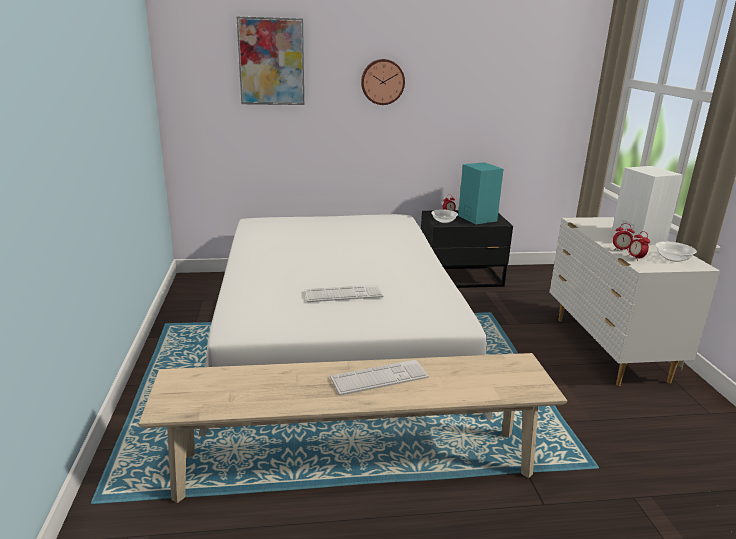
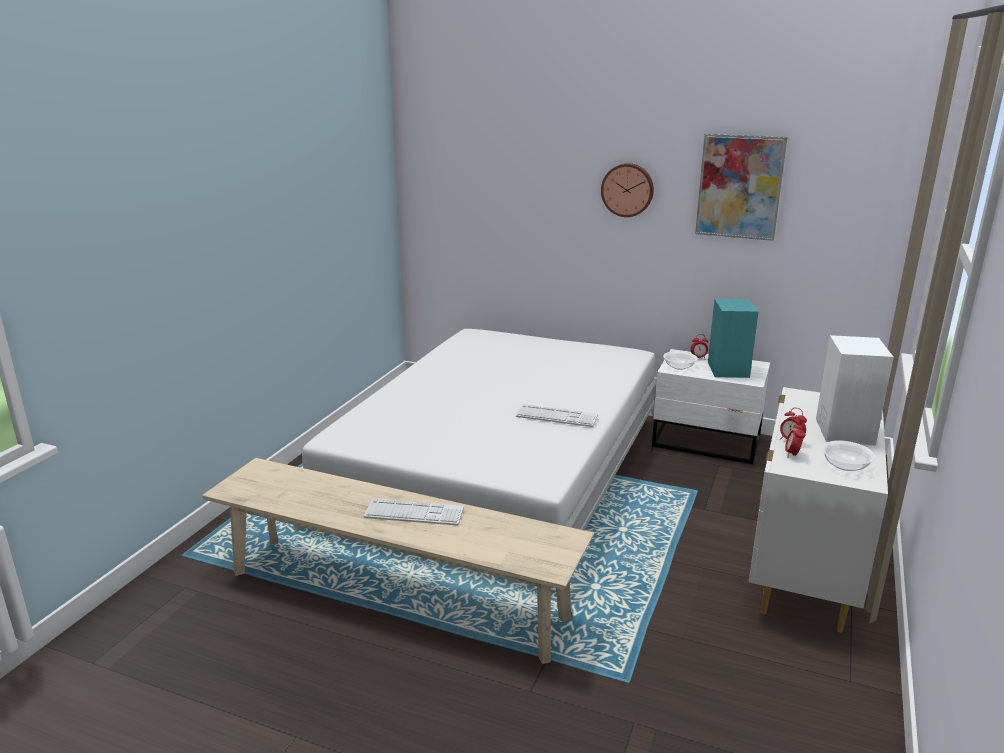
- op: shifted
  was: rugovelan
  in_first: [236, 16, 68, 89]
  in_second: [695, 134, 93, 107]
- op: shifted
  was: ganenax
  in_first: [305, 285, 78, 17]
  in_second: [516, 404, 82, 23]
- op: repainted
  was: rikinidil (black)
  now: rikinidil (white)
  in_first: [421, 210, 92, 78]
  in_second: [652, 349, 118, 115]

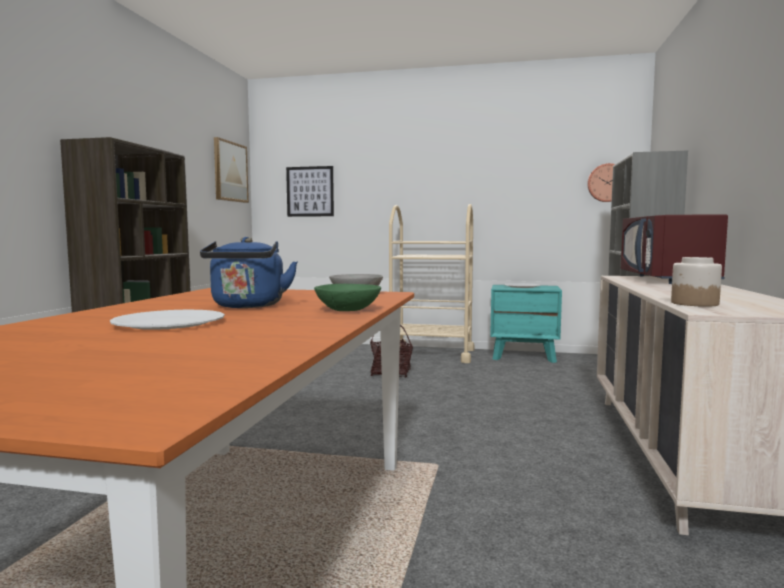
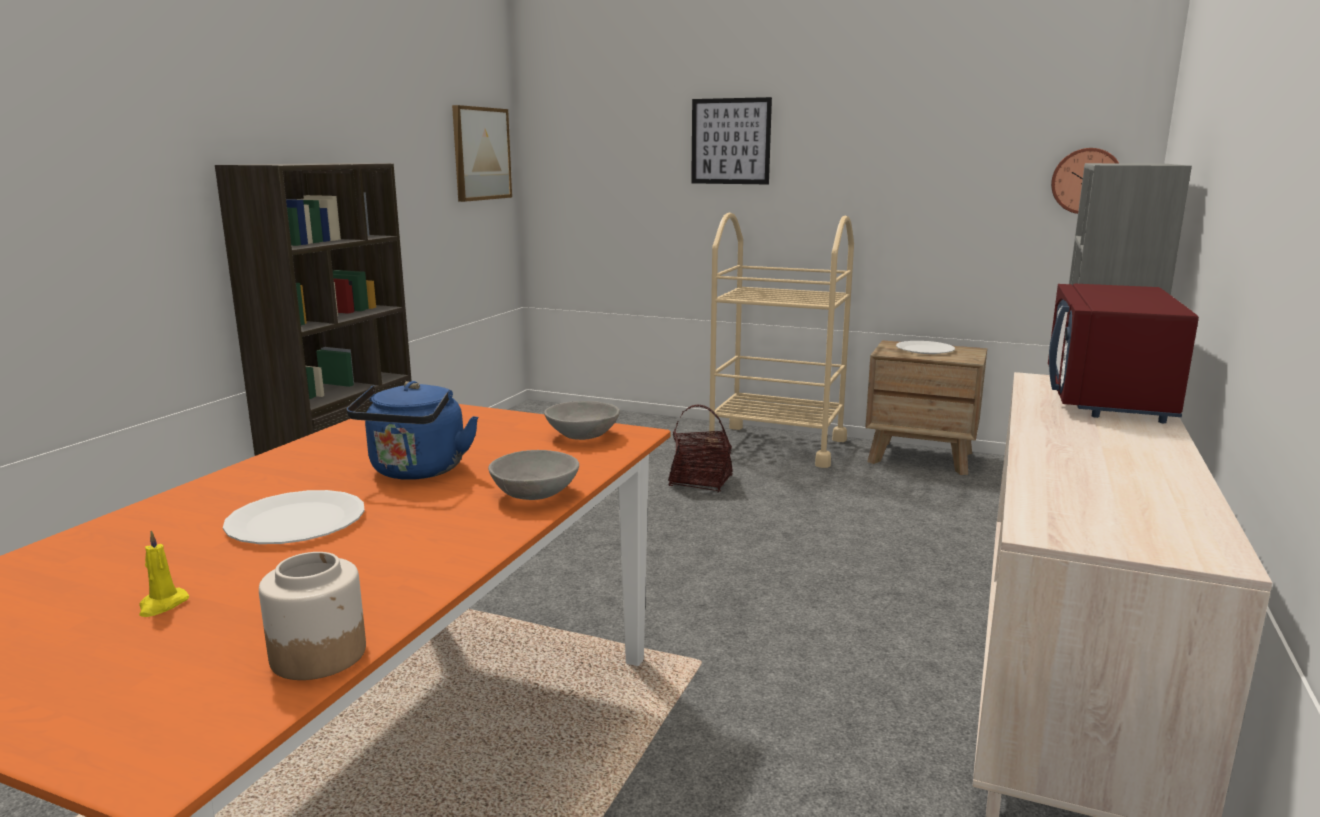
- op: shifted
  was: rugovelan
  in_first: [286, 166, 48, 51]
  in_second: [691, 97, 81, 87]
- op: repainted
  was: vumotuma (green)
  now: vumotuma (grey)
  in_first: [314, 284, 67, 27]
  in_second: [488, 450, 91, 50]
- op: repainted
  was: rikinidil (turquoise)
  now: rikinidil (brown)
  in_first: [490, 285, 72, 78]
  in_second: [865, 340, 122, 135]
- op: shifted
  was: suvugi
  in_first: [671, 257, 51, 50]
  in_second: [259, 552, 107, 128]
- op: new
  now: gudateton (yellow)
  in_second: [139, 531, 50, 86]

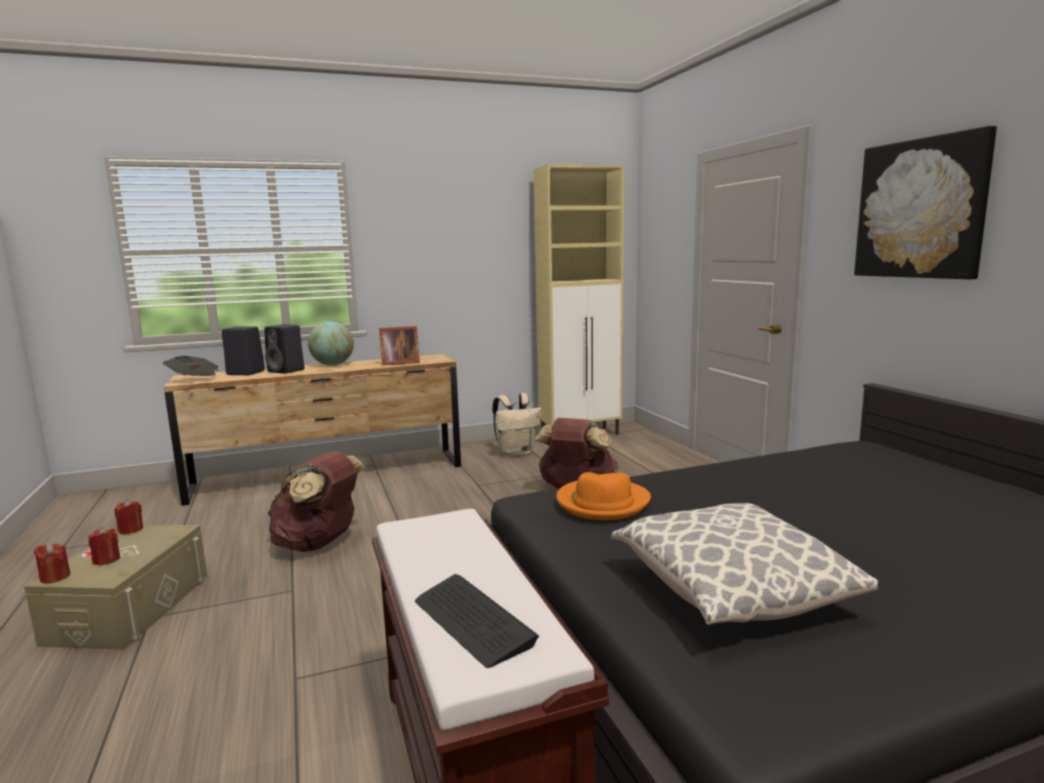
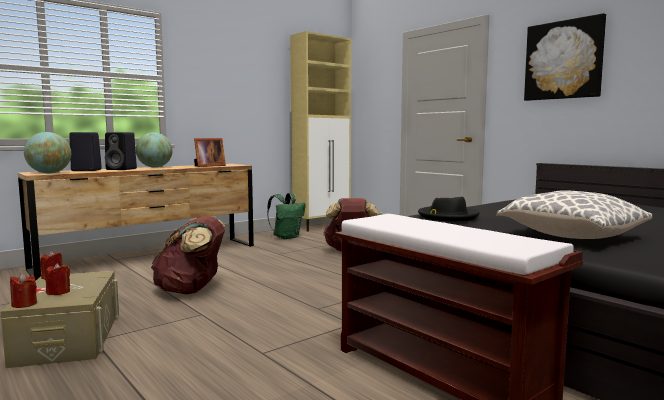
- op: swapped
  was: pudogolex
  now: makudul
  in_first: [162, 356, 57, 20]
  in_second: [24, 132, 47, 41]
- op: gone
  was: ganenax
  in_first: [415, 574, 124, 94]
- op: repainted
  was: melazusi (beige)
  now: melazusi (green)
  in_first: [493, 393, 48, 64]
  in_second: [267, 193, 39, 46]
- op: repainted
  was: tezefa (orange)
  now: tezefa (black)
  in_first: [556, 472, 95, 48]
  in_second: [418, 197, 62, 24]

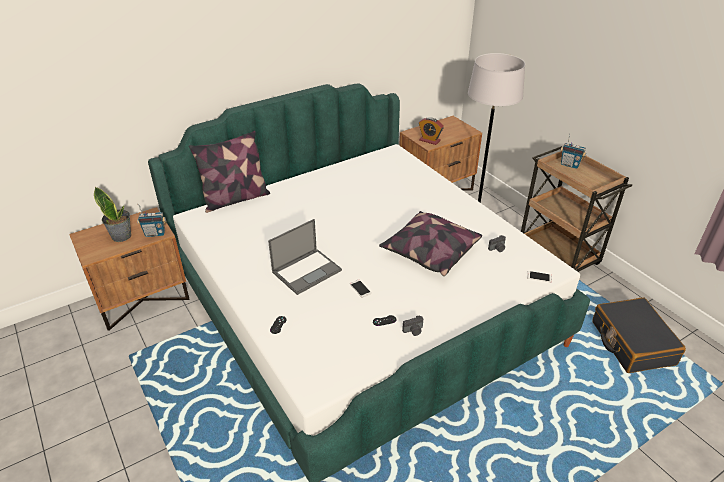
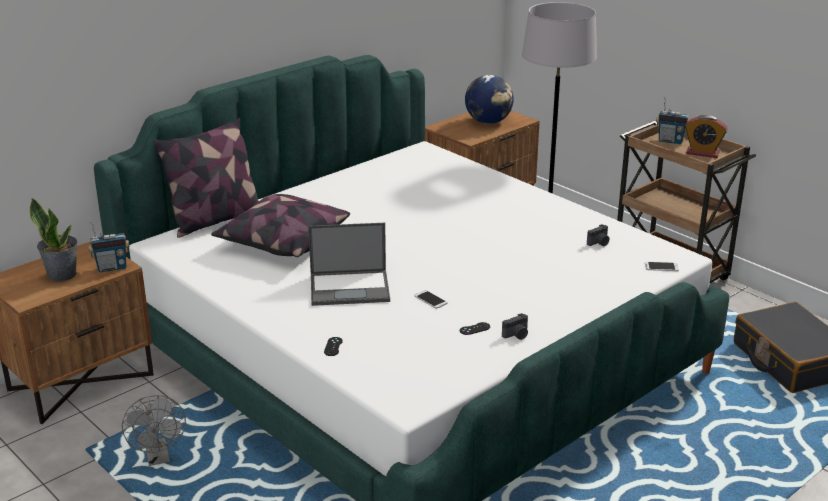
- op: rotated
  was: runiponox
  in_first: [268, 219, 74, 76]
  in_second: [308, 223, 82, 83]
  clockwise: 45
- op: shifted
  was: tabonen
  in_first: [379, 211, 103, 65]
  in_second: [211, 194, 139, 63]
- op: shifted
  was: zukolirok
  in_first: [419, 117, 25, 28]
  in_second: [685, 115, 43, 43]
- op: new
  now: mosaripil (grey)
  in_second: [122, 395, 64, 71]
- op: new
  now: makudul
  in_second: [465, 75, 49, 49]

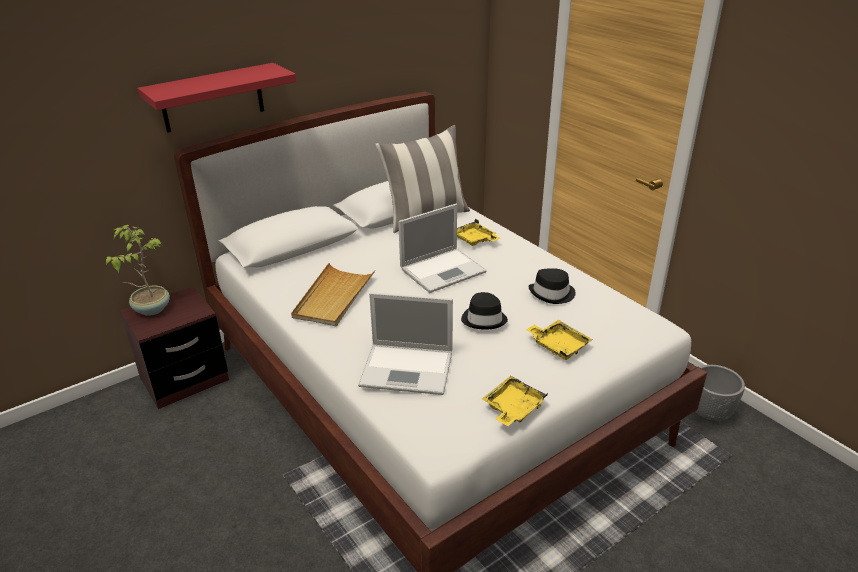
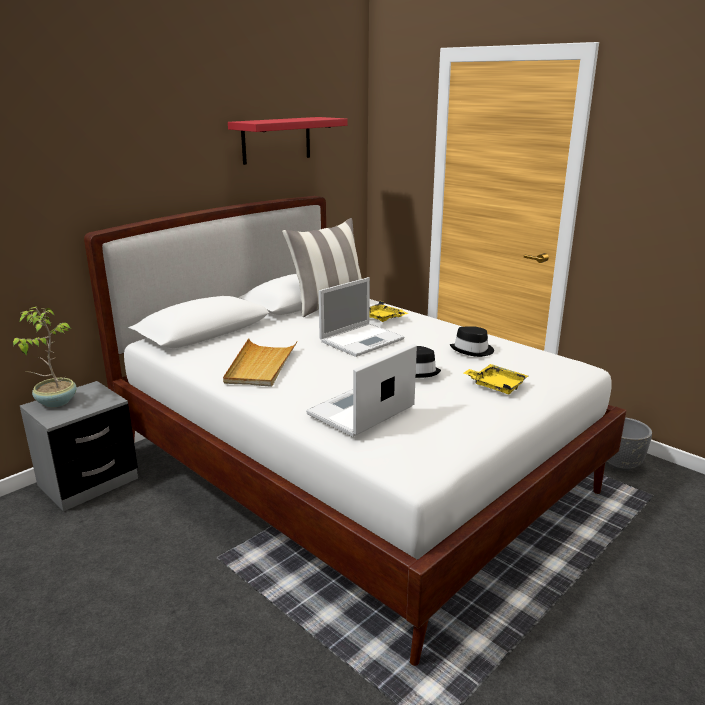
- op: repainted
  was: rikinidil (brown)
  now: rikinidil (grey)
  in_first: [120, 286, 109, 123]
  in_second: [20, 381, 118, 130]
- op: shifted
  was: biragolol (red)
  in_first: [137, 63, 159, 70]
  in_second: [228, 117, 120, 48]
- op: rotated
  was: runiponox
  in_first: [358, 292, 95, 103]
  in_second: [306, 344, 111, 93]
  clockwise: 135
- op: gone
  was: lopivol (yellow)
  in_first: [482, 376, 66, 50]

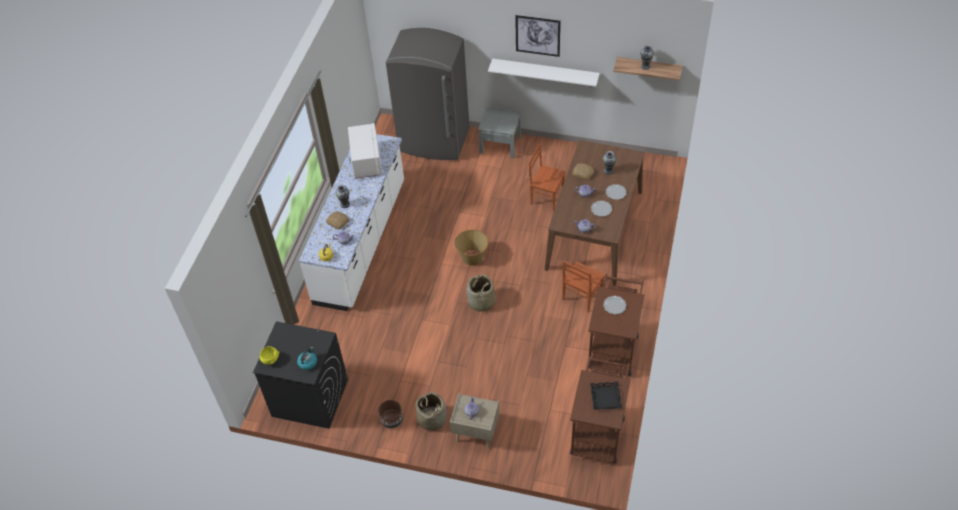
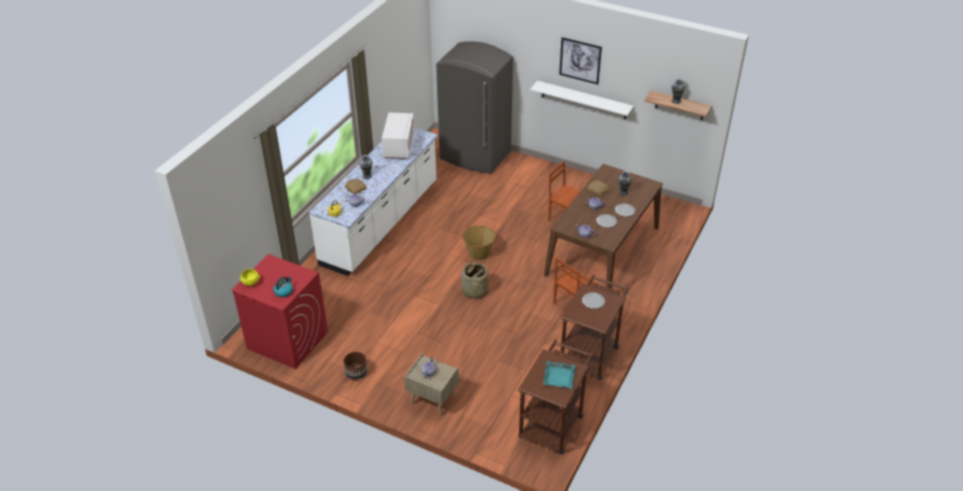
- op: repainted
  was: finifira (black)
  now: finifira (red)
  in_first: [253, 321, 95, 108]
  in_second: [231, 254, 97, 115]
- op: gone
  was: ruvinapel
  in_first: [415, 392, 32, 39]
- op: gone
  was: rikinidil (grey)
  in_first: [478, 107, 43, 52]
- op: repainted
  was: lopivol (black)
  now: lopivol (turquoise)
  in_first: [590, 381, 32, 29]
  in_second: [543, 361, 33, 27]

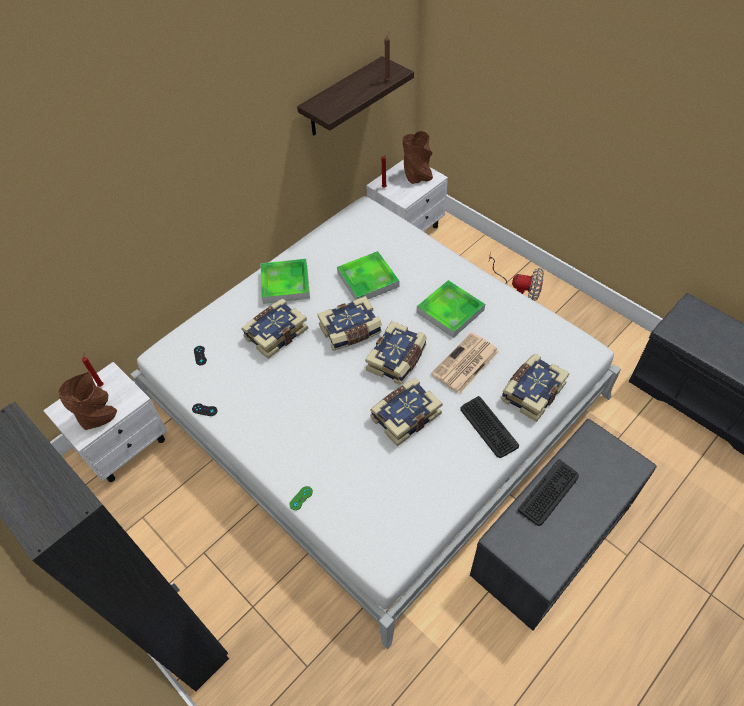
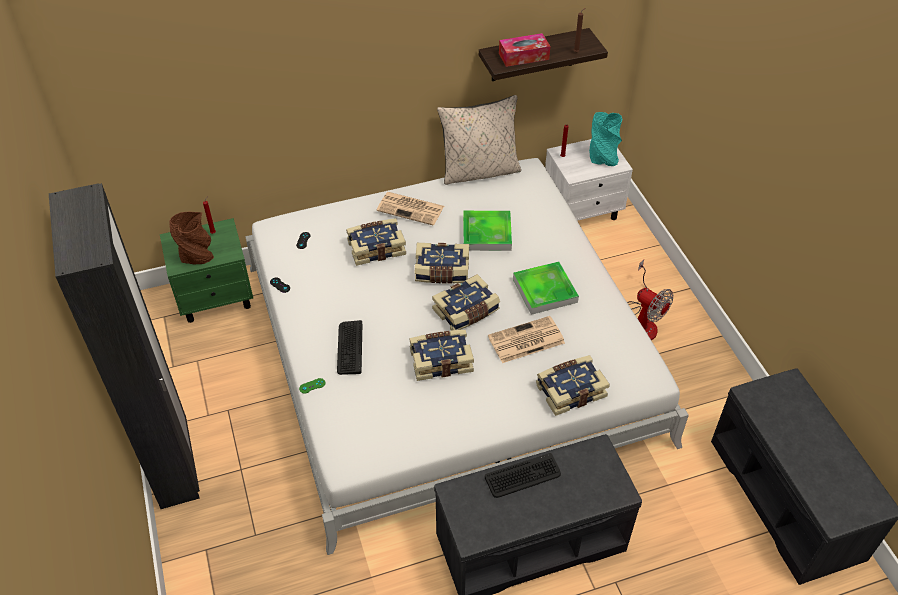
- op: repainted
  was: rikinidil (white)
  now: rikinidil (green)
  in_first: [43, 362, 125, 120]
  in_second: [160, 218, 93, 105]
- op: swapped
  was: lopivol
  now: pudogolex
  in_first: [261, 259, 49, 45]
  in_second: [376, 192, 68, 33]
- op: repainted
  was: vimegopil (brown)
  now: vimegopil (turquoise)
  in_first: [403, 131, 30, 53]
  in_second: [589, 112, 33, 54]
- op: shifted
  was: ganenax
  in_first: [461, 396, 58, 62]
  in_second: [337, 320, 25, 55]
- op: new
  now: tabonen (beige)
  in_second: [437, 95, 84, 90]
- op: new
  now: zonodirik
  in_second: [499, 33, 51, 34]

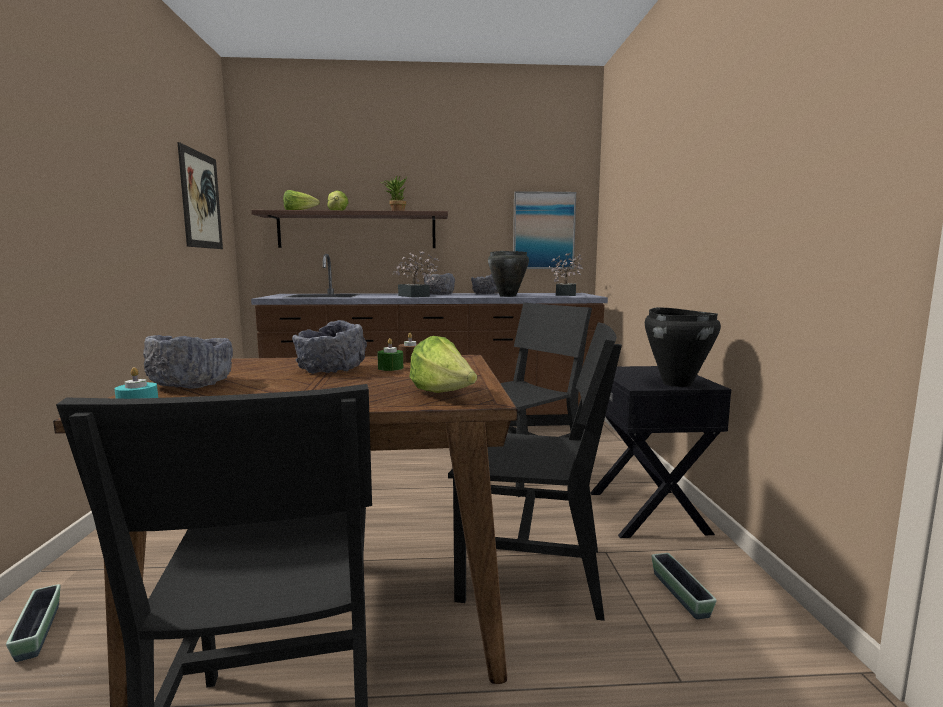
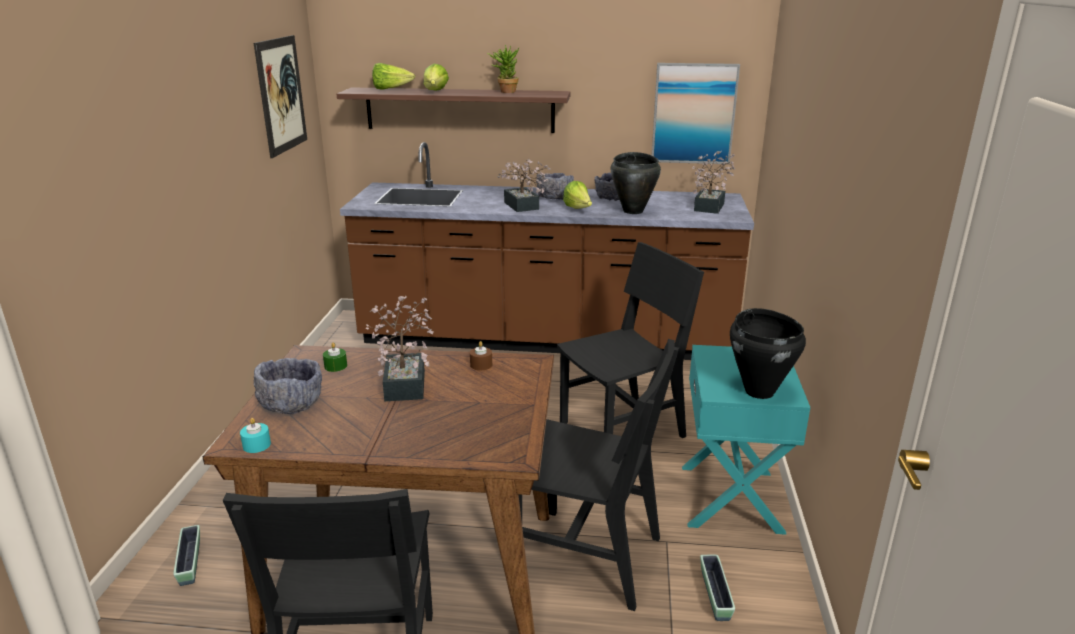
- op: swapped
  was: vumotuma (grey)
  now: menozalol
  in_first: [292, 320, 75, 54]
  in_second: [365, 295, 69, 106]
- op: shifted
  was: gudateton (green)
  in_first: [377, 338, 26, 33]
  in_second: [323, 342, 24, 30]
- op: shifted
  was: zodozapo
  in_first: [409, 336, 68, 57]
  in_second: [563, 181, 29, 28]
- op: repainted
  was: rikinidil (black)
  now: rikinidil (turquoise)
  in_first: [590, 366, 141, 172]
  in_second: [682, 345, 128, 190]

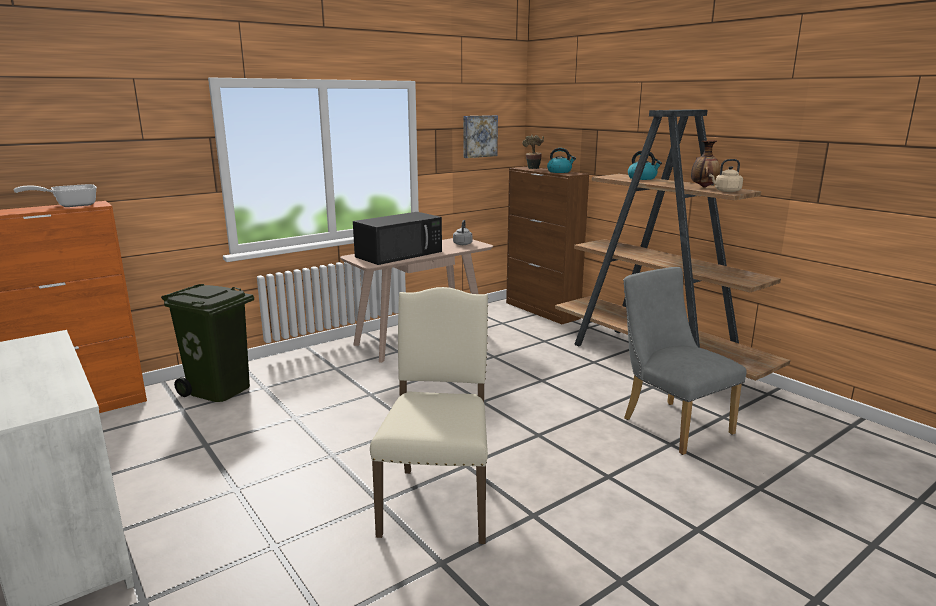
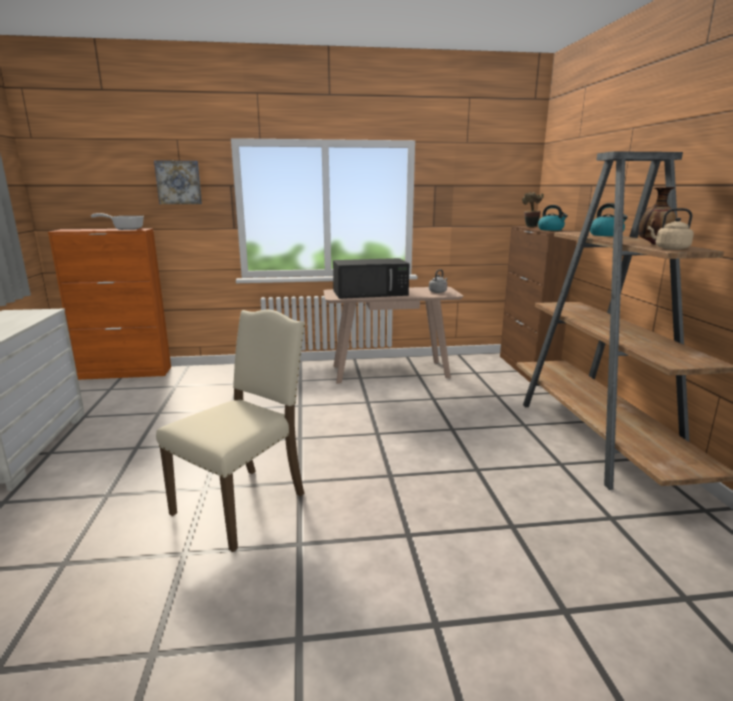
- op: gone
  was: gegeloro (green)
  in_first: [161, 284, 93, 118]
- op: shifted
  was: rugovelan
  in_first: [464, 115, 34, 43]
  in_second: [154, 161, 48, 43]
- op: gone
  was: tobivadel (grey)
  in_first: [623, 267, 124, 188]

